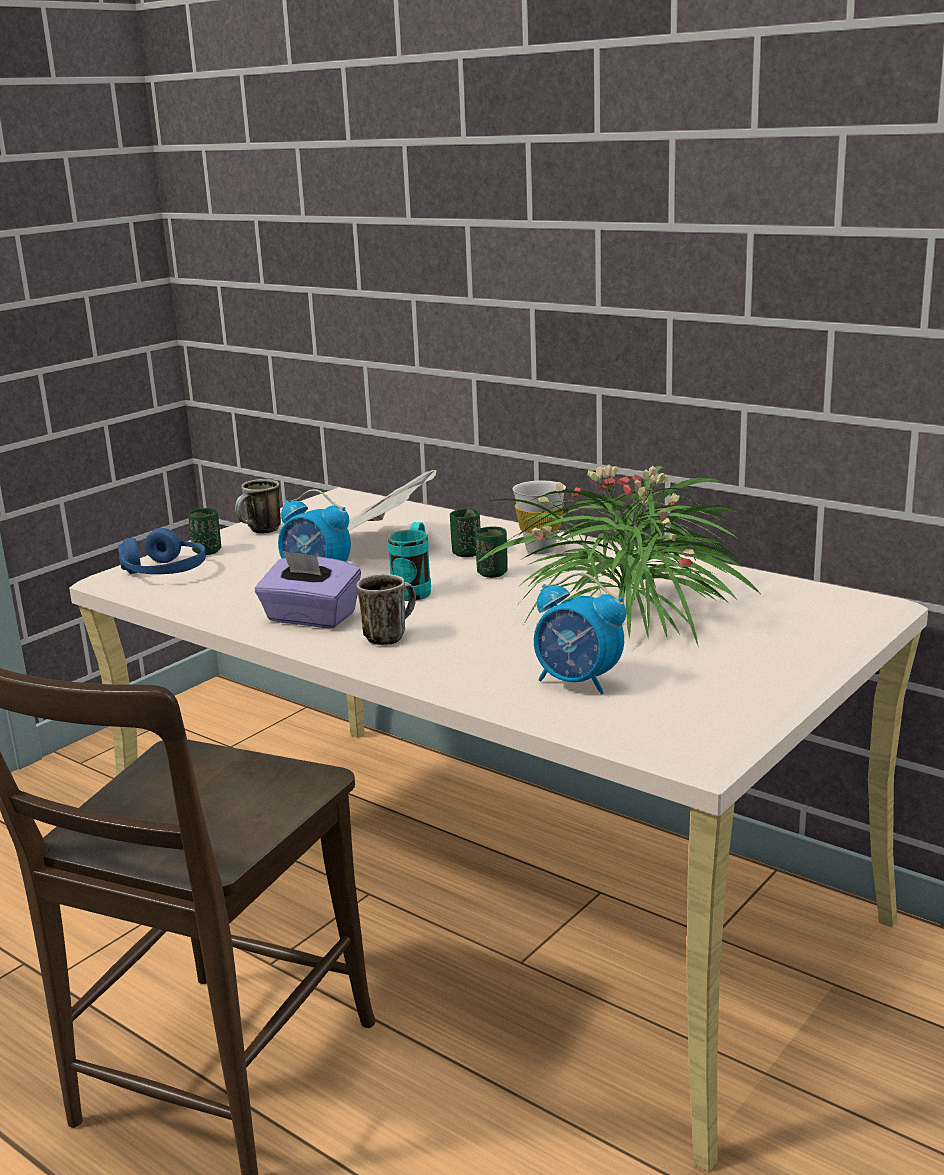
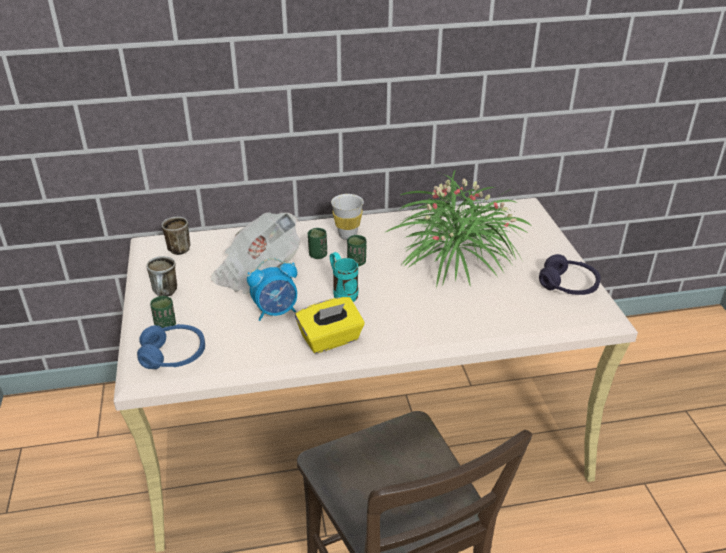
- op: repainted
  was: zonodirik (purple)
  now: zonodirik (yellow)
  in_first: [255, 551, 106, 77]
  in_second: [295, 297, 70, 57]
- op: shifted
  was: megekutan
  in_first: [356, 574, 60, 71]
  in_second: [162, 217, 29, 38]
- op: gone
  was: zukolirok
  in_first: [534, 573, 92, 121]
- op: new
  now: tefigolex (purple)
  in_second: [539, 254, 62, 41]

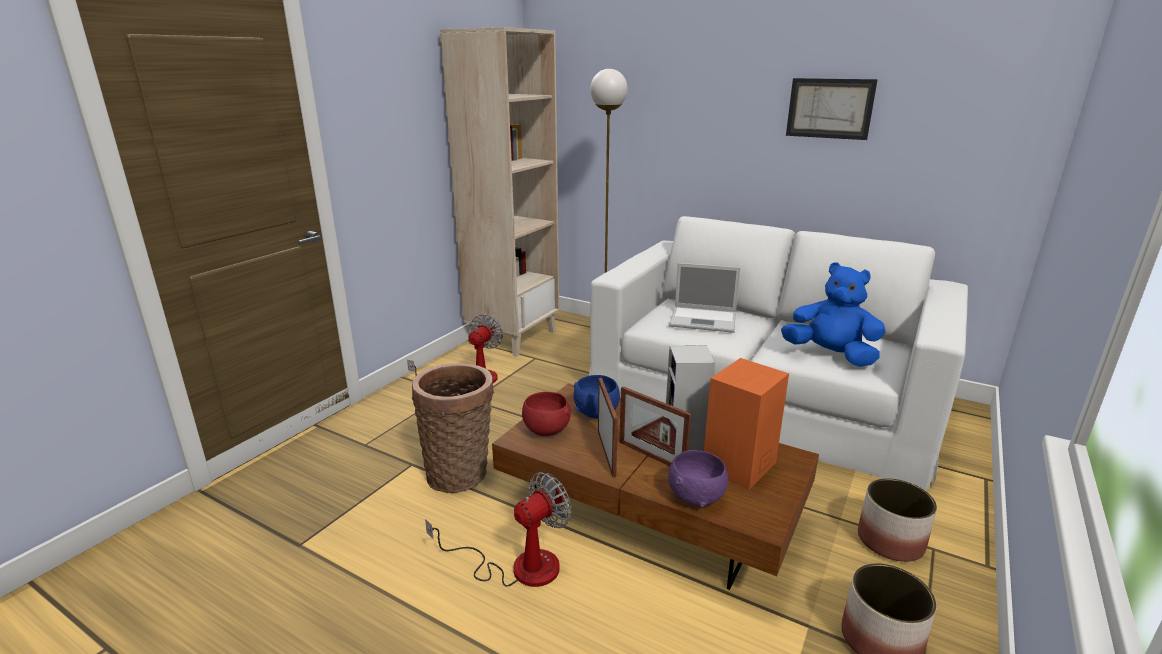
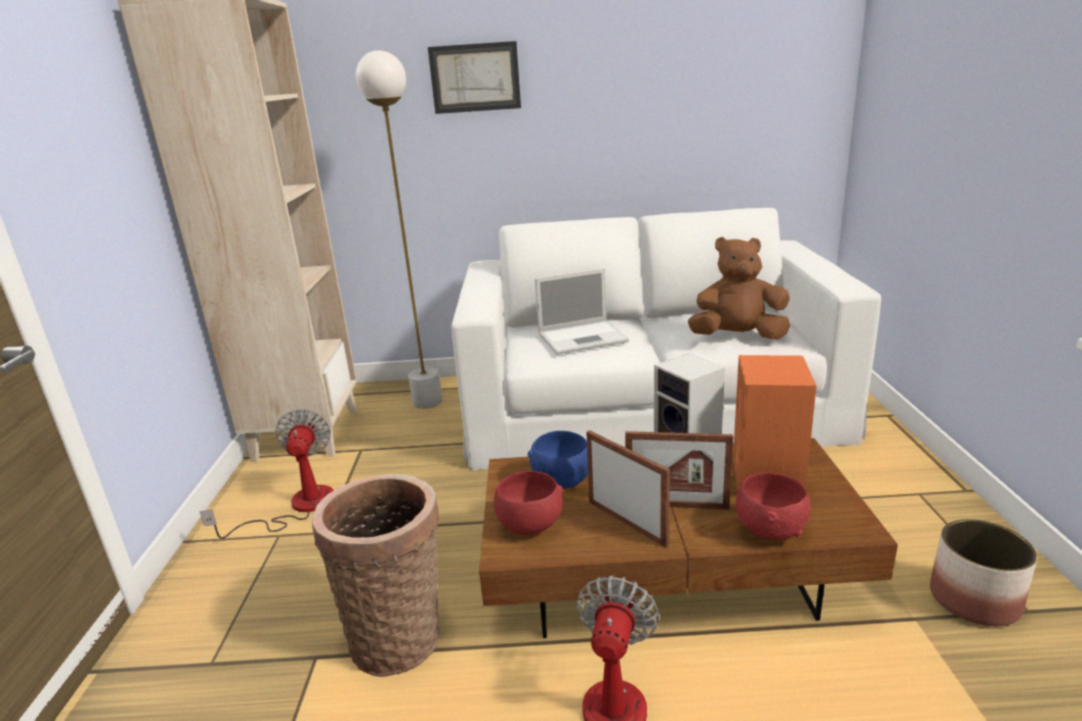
- op: repainted
  was: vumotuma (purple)
  now: vumotuma (red)
  in_first: [668, 450, 60, 57]
  in_second: [736, 473, 75, 67]
- op: repainted
  was: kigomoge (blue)
  now: kigomoge (brown)
  in_first: [781, 262, 105, 105]
  in_second: [688, 237, 102, 102]
- op: shifted
  was: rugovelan
  in_first: [786, 78, 92, 62]
  in_second: [428, 41, 93, 73]
- op: gone
  was: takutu
  in_first: [858, 478, 79, 84]

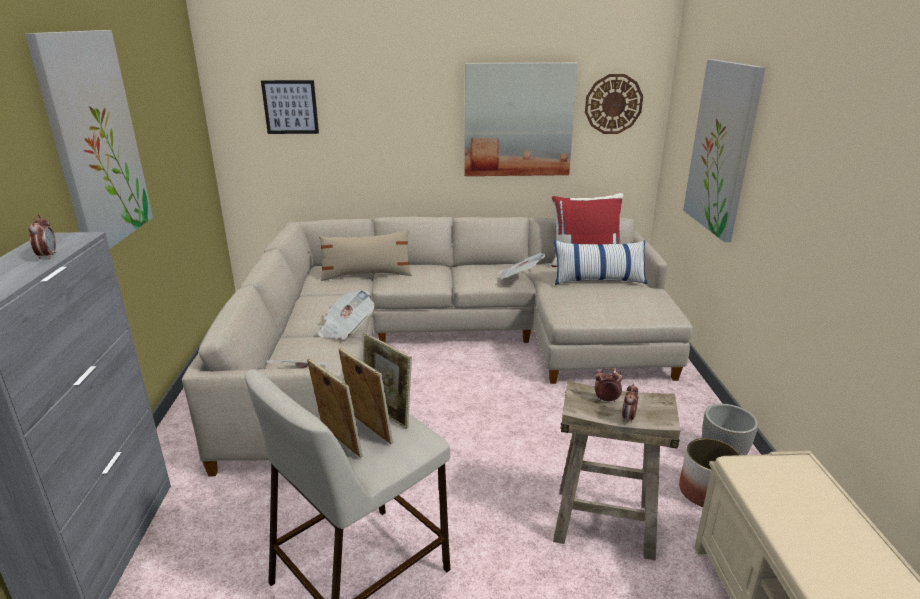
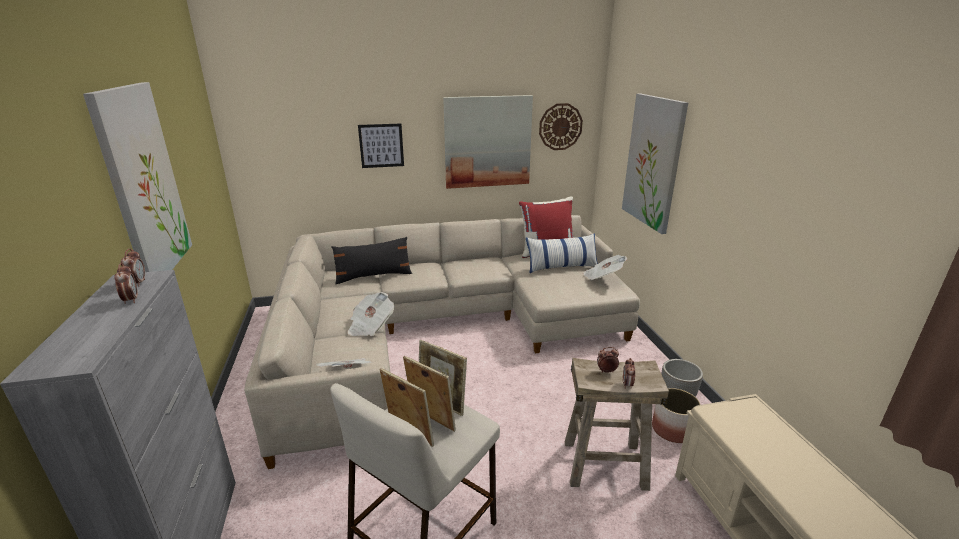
- op: shifted
  was: rugovelan
  in_first: [261, 80, 58, 54]
  in_second: [358, 124, 46, 44]
- op: repainted
  was: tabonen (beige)
  now: tabonen (black)
  in_first: [319, 230, 93, 51]
  in_second: [331, 237, 81, 47]
- op: shifted
  was: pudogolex
  in_first: [498, 253, 47, 27]
  in_second: [583, 255, 44, 25]
- op: new
  now: zukolirok
  in_second: [121, 248, 24, 39]

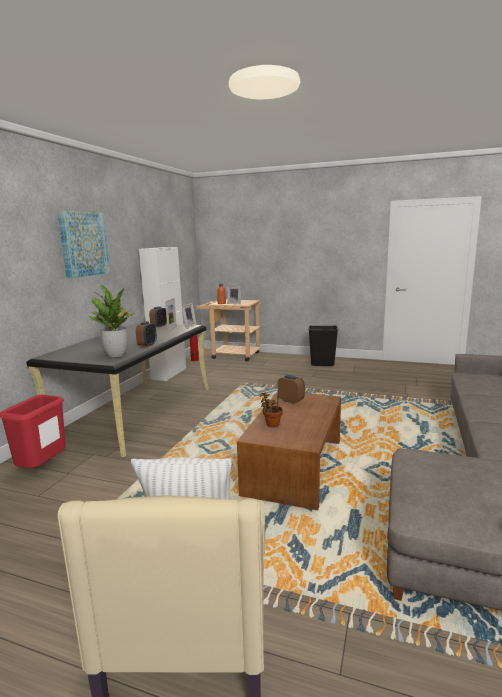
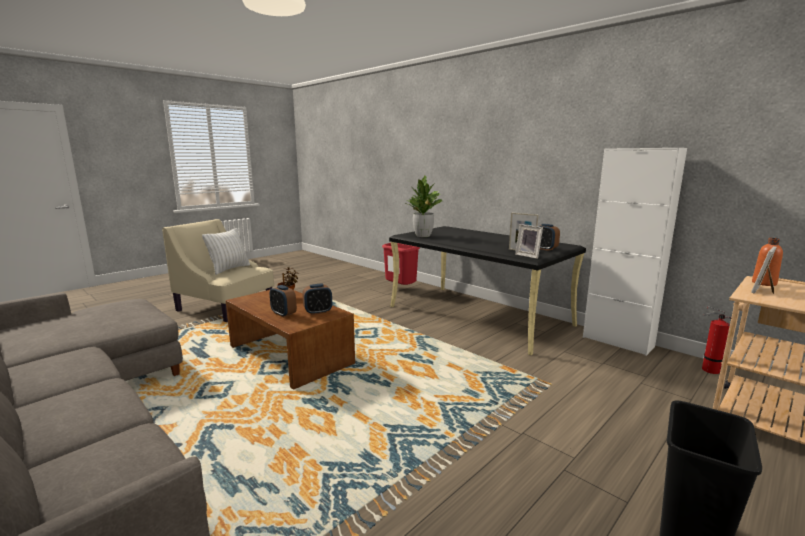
- op: gone
  was: rugovelan
  in_first: [57, 210, 53, 68]
- op: shifted
  was: zukolirok
  in_first: [136, 321, 21, 26]
  in_second: [270, 285, 27, 32]

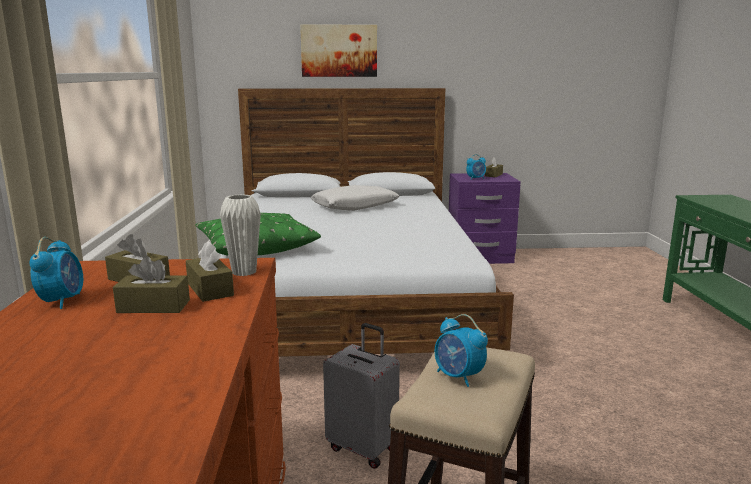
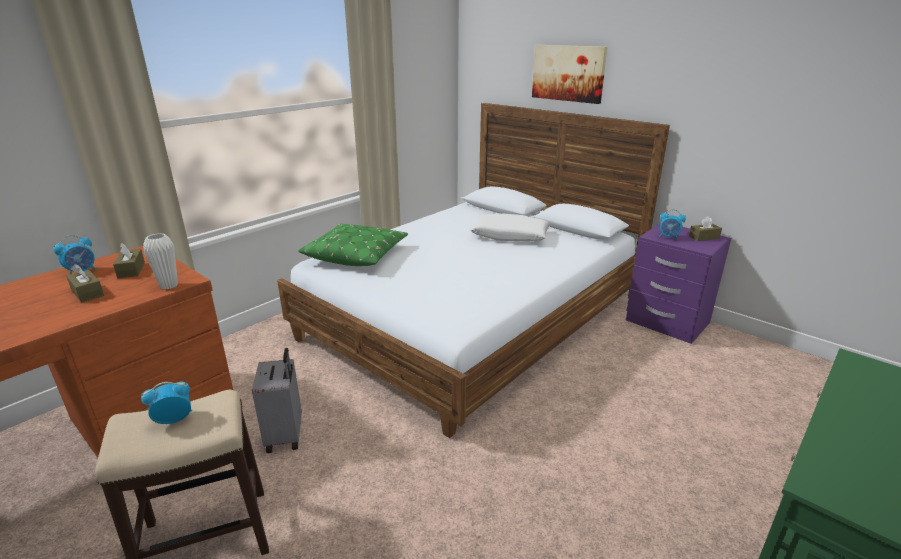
- op: gone
  was: zonodirik (brown)
  in_first: [186, 241, 48, 61]
- op: rotated
  was: zukolirok
  in_first: [435, 314, 53, 73]
  in_second: [141, 382, 51, 42]
  clockwise: 60

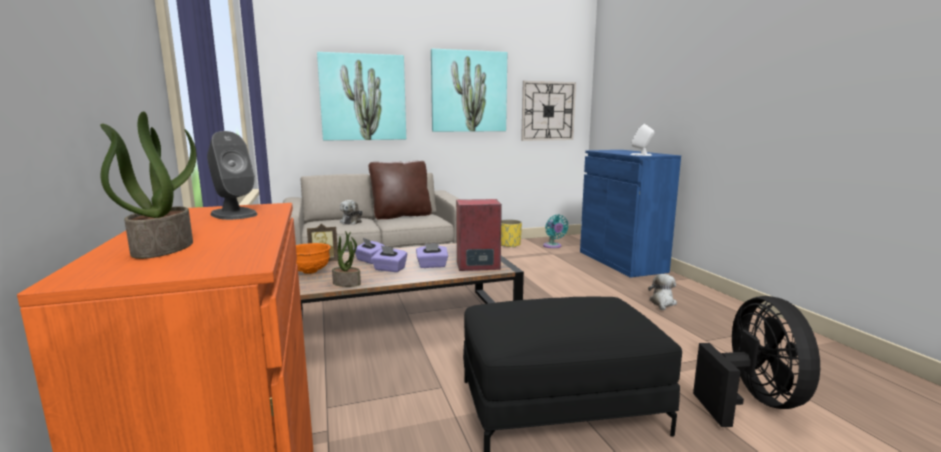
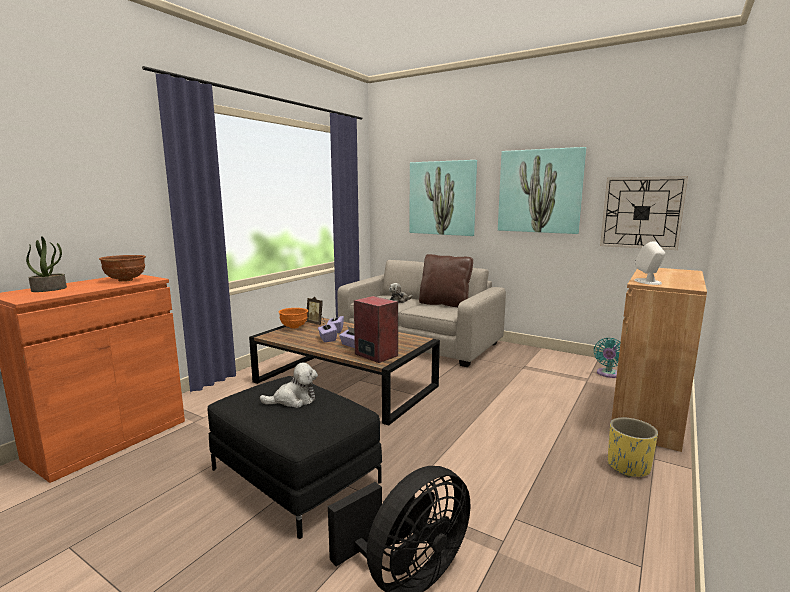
- op: swapped
  was: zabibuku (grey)
  now: vumotuma (brown)
  in_first: [207, 131, 51, 89]
  in_second: [99, 255, 47, 27]
- op: gone
  was: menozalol
  in_first: [332, 231, 29, 56]
- op: shifted
  was: takutu (yellow)
  in_first: [501, 220, 21, 28]
  in_second: [608, 418, 50, 60]
- op: repainted
  was: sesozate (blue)
  now: sesozate (brown)
  in_first: [580, 150, 101, 128]
  in_second: [611, 268, 96, 184]
- op: shifted
  was: kigomoge
  in_first: [648, 274, 29, 36]
  in_second: [259, 362, 59, 46]

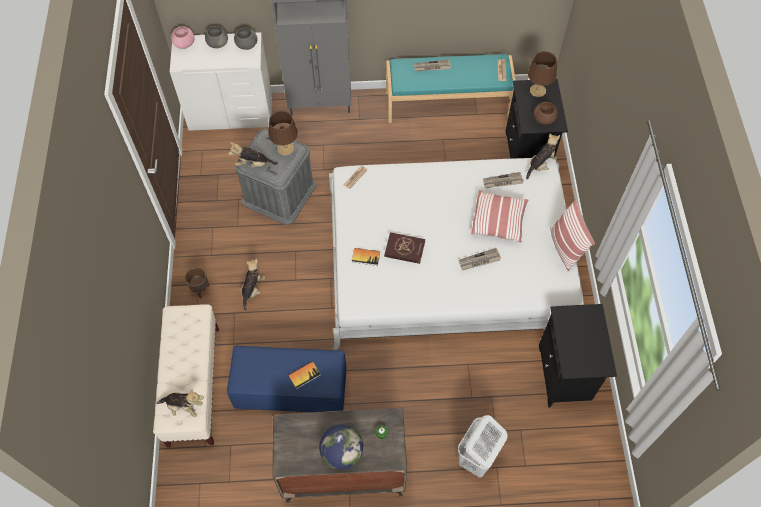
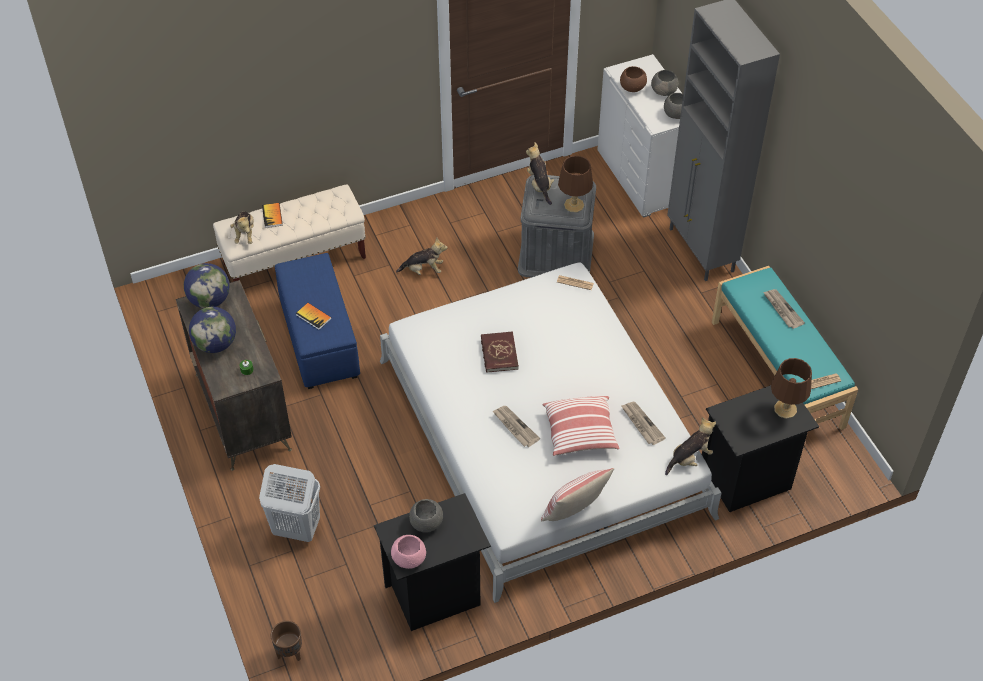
- op: shifted
  was: vumotuma (pink)
  in_first: [171, 26, 23, 23]
  in_second: [391, 535, 35, 34]
- op: shifted
  was: takutu (brown)
  in_first: [185, 267, 24, 31]
  in_second: [271, 621, 31, 40]
- op: shifted
  was: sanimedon
  in_first: [352, 248, 28, 18]
  in_second: [262, 203, 21, 25]
- op: rotated
  was: kigomoge
  in_first: [526, 134, 34, 46]
  in_second: [665, 417, 51, 58]
  clockwise: -60
- op: shifted
  was: vumotuma (brown)
  in_first: [534, 102, 24, 23]
  in_second: [620, 66, 27, 26]
- op: new
  now: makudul
  in_second: [184, 263, 46, 45]
- op: new
  now: vumotuma (grey)
  in_second: [409, 499, 34, 33]

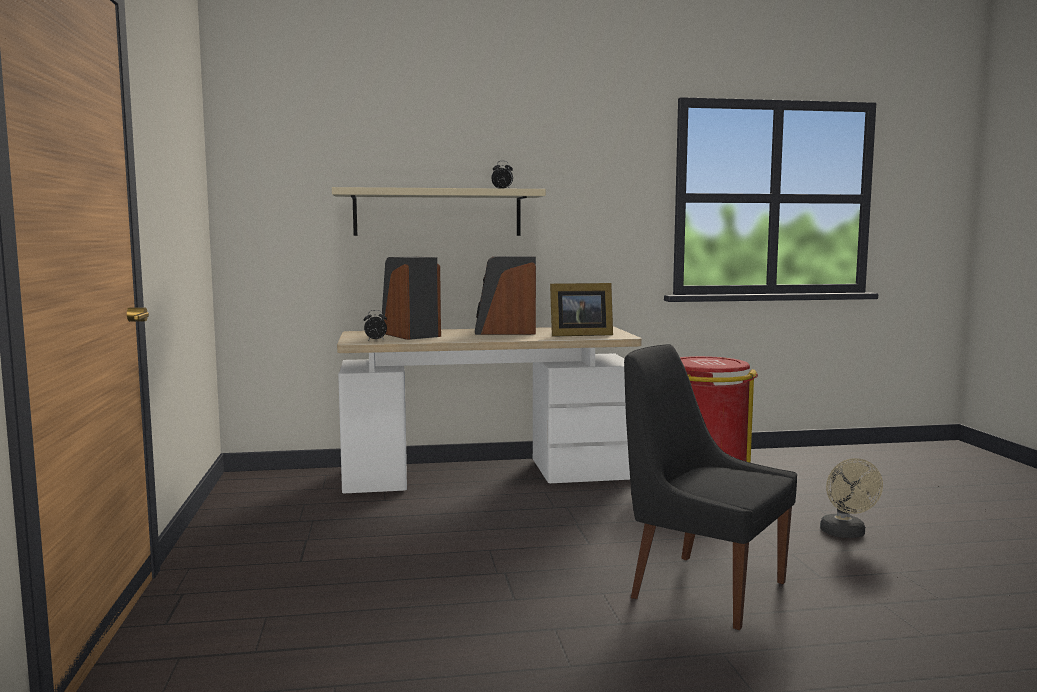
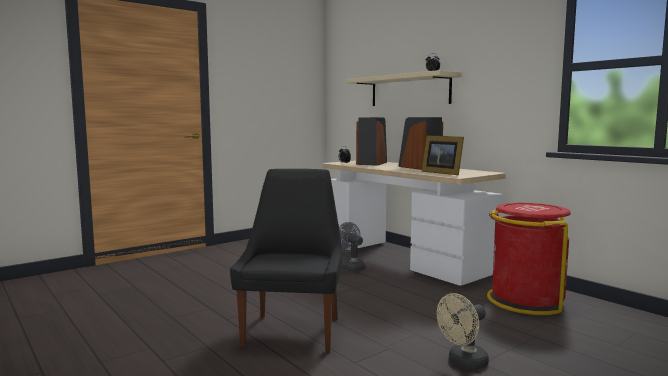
- op: new
  now: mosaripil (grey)
  in_second: [339, 222, 27, 50]

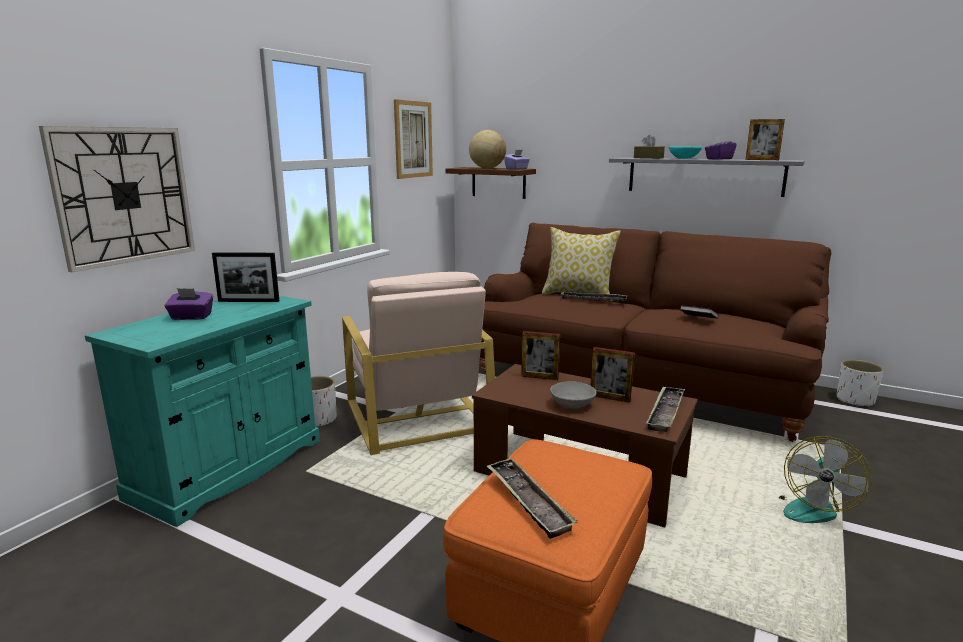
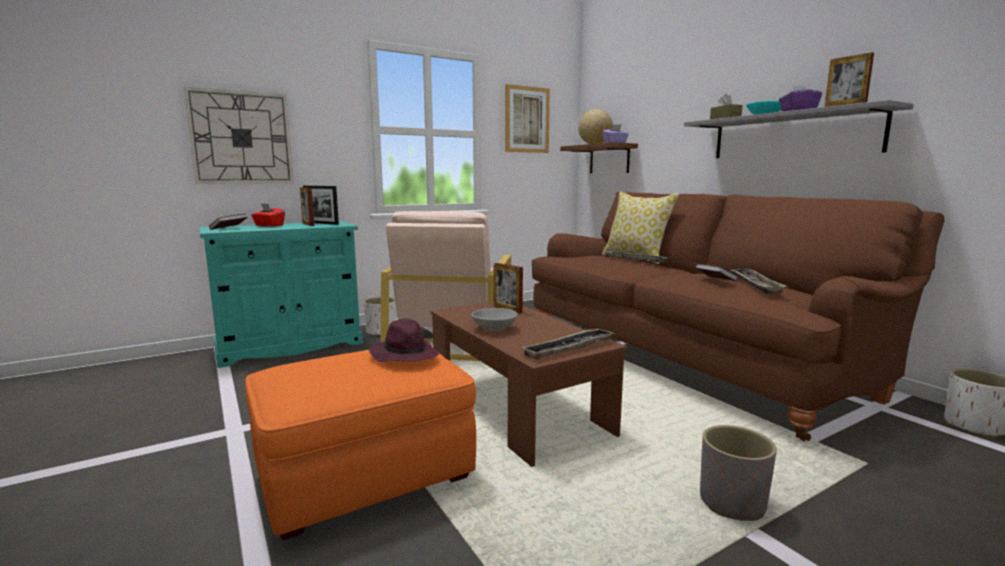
- op: repainted
  was: zonodirik (purple)
  now: zonodirik (red)
  in_first: [164, 288, 49, 32]
  in_second: [251, 204, 34, 23]
- op: shifted
  was: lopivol
  in_first: [487, 458, 91, 81]
  in_second: [732, 269, 56, 25]
- op: shifted
  was: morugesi
  in_first: [590, 347, 44, 56]
  in_second: [300, 187, 14, 39]
- op: swapped
  was: mosaripil
  now: takutu (grey)
  in_first: [779, 436, 93, 87]
  in_second: [700, 425, 77, 96]
- op: new
  now: sanimedon
  in_second: [209, 214, 38, 16]
- op: new
  now: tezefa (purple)
  in_second: [369, 318, 70, 44]

